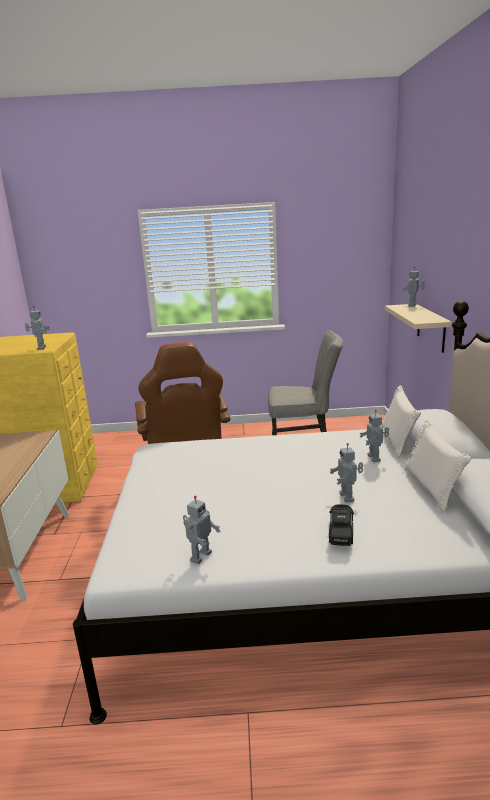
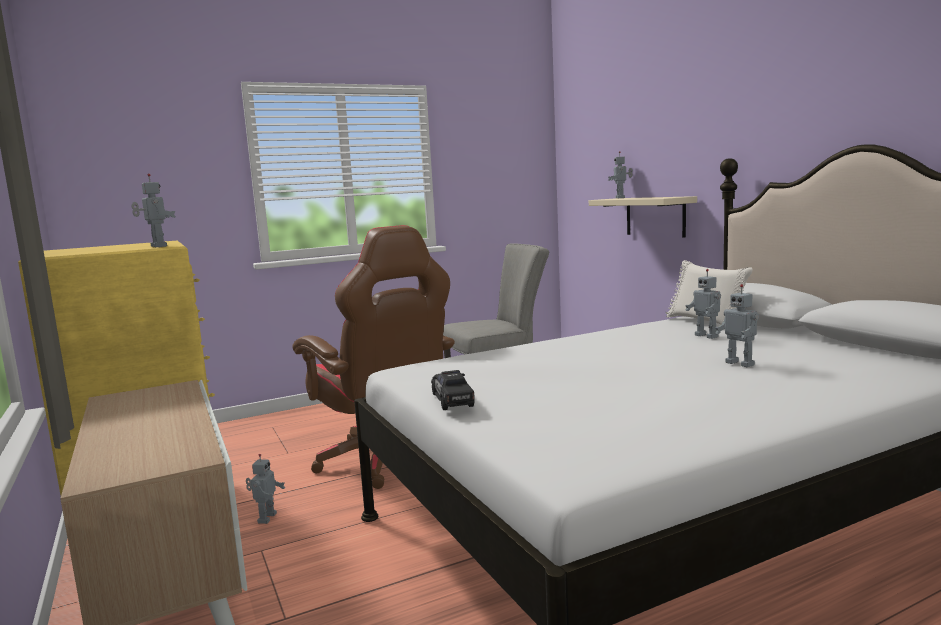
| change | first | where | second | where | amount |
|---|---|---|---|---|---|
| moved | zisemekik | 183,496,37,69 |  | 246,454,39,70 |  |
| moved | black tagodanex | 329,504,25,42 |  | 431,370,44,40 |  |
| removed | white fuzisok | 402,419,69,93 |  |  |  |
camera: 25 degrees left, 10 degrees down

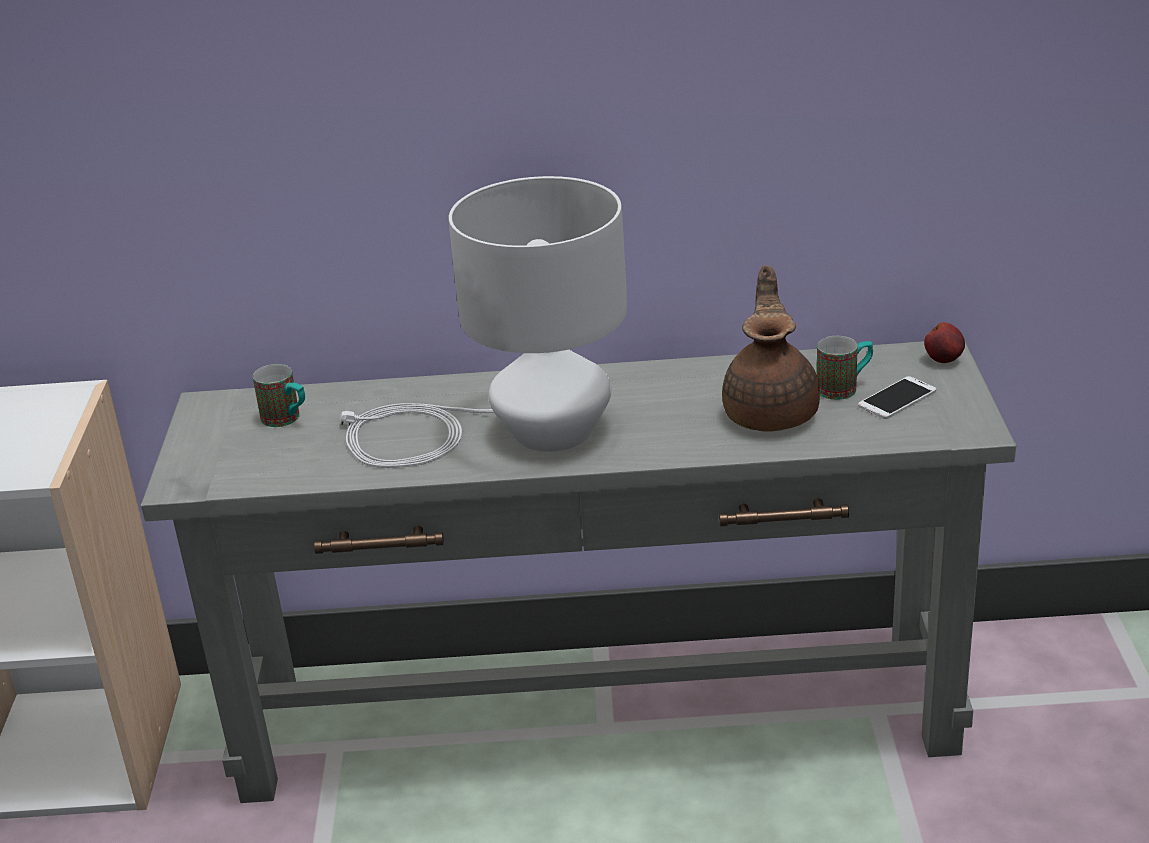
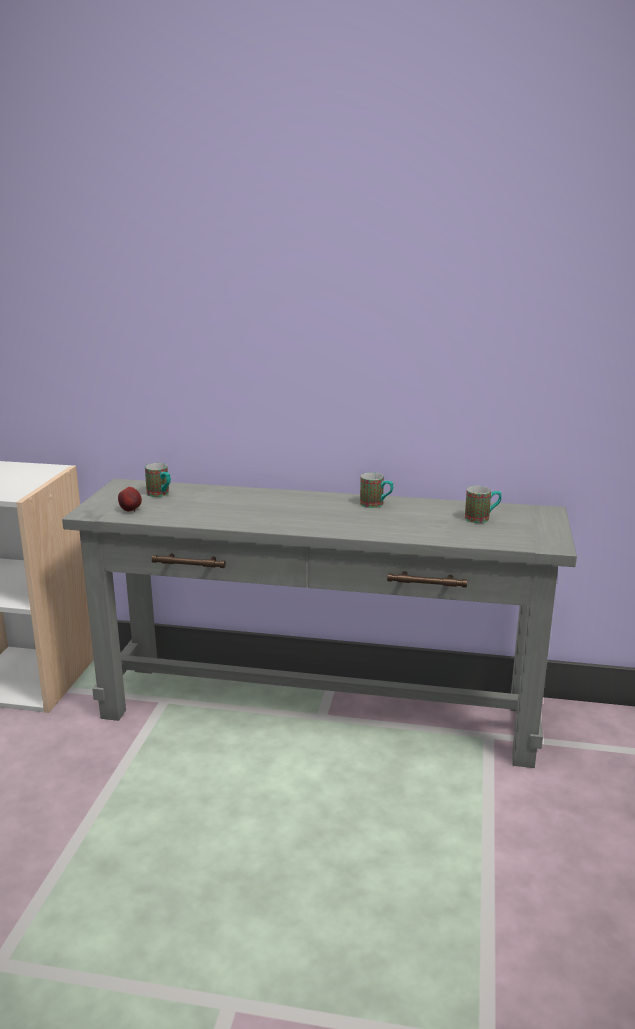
| change | first | where | second | where | amount |
|---|---|---|---|---|---|
| removed | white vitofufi | 340,176,287,292 |  |  |  |
| removed | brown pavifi | 722,265,98,167 |  |  |  |
| removed | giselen | 858,376,78,43 |  |  |  |
| moved | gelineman | 924,322,41,41 |  | 118,487,24,24 |  |
| added |  |  | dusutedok | 360,472,33,36 |  |
camera: 10 degrees right, 10 degrees down

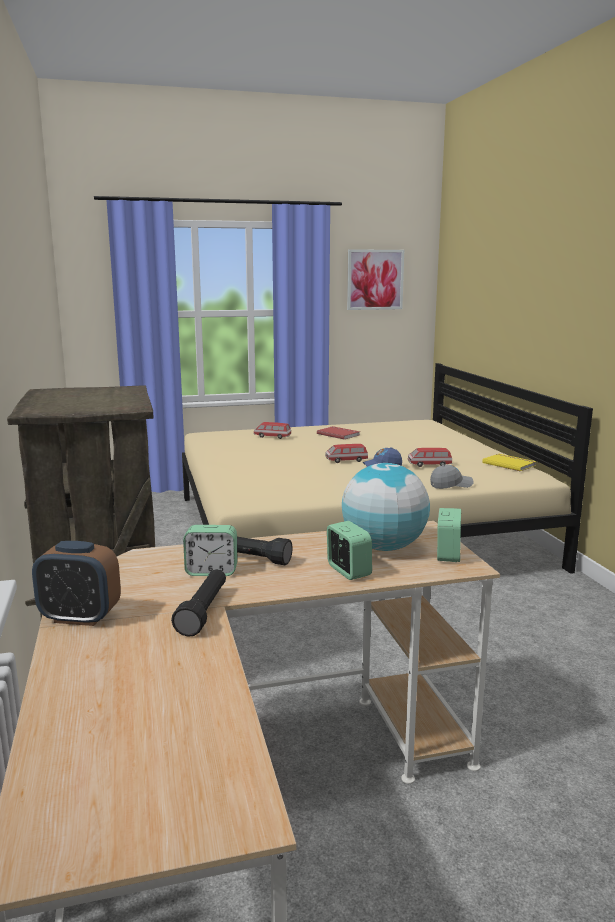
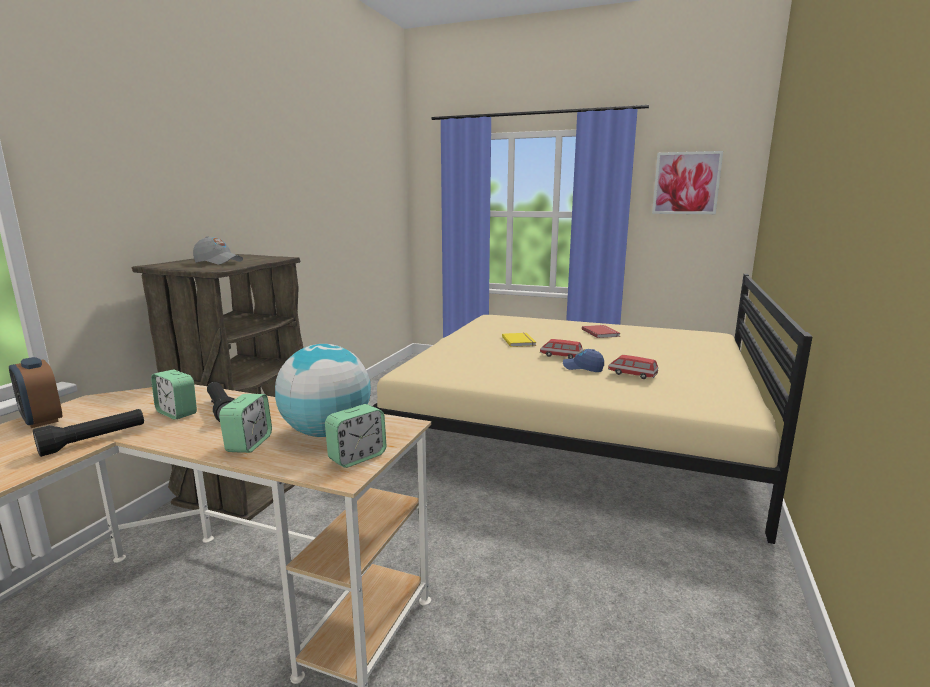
| change | first | where | second | where | amount |
|---|---|---|---|---|---|
| removed | tagodanex | 253,422,38,17 |  |  |  |
| moved | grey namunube | 430,465,44,24 |  | 193,236,50,29 |  |
| moved | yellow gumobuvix | 482,454,54,18 |  | 502,333,34,14 |  |
camera: 35 degrees right, 0 degrees up

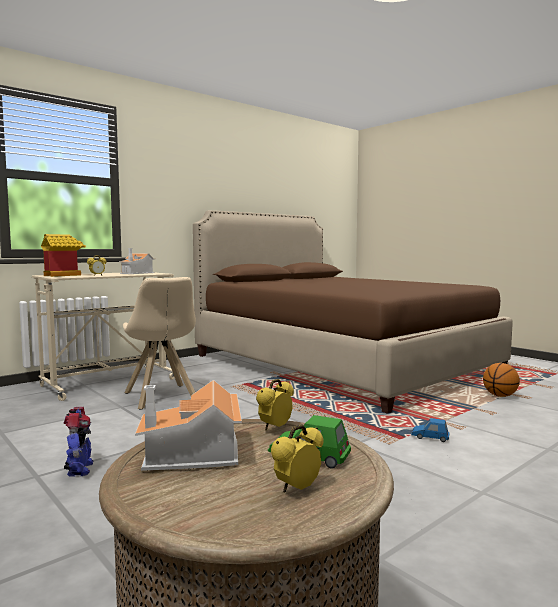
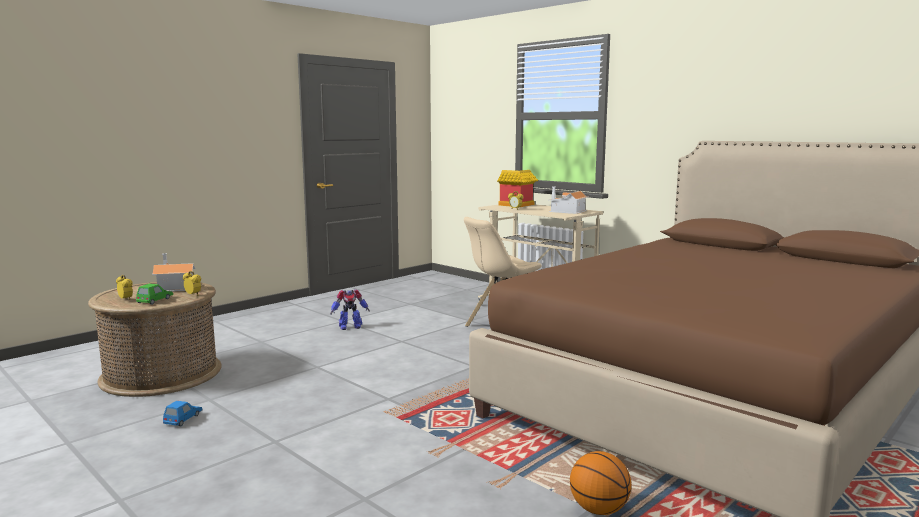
| change | first | where | second | where | amount |
|---|---|---|---|---|---|
| moved | blue tagodanex | 411,418,38,24 |  | 163,401,40,25 |  |
camera: 85 degrees right, 5 degrees up

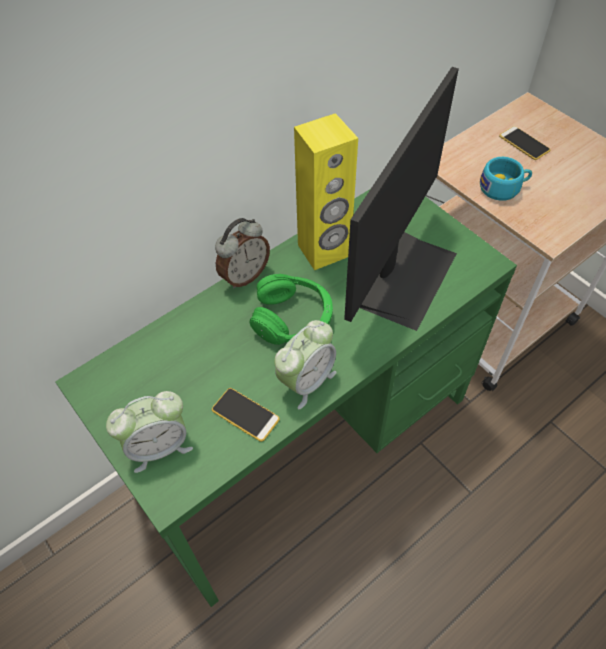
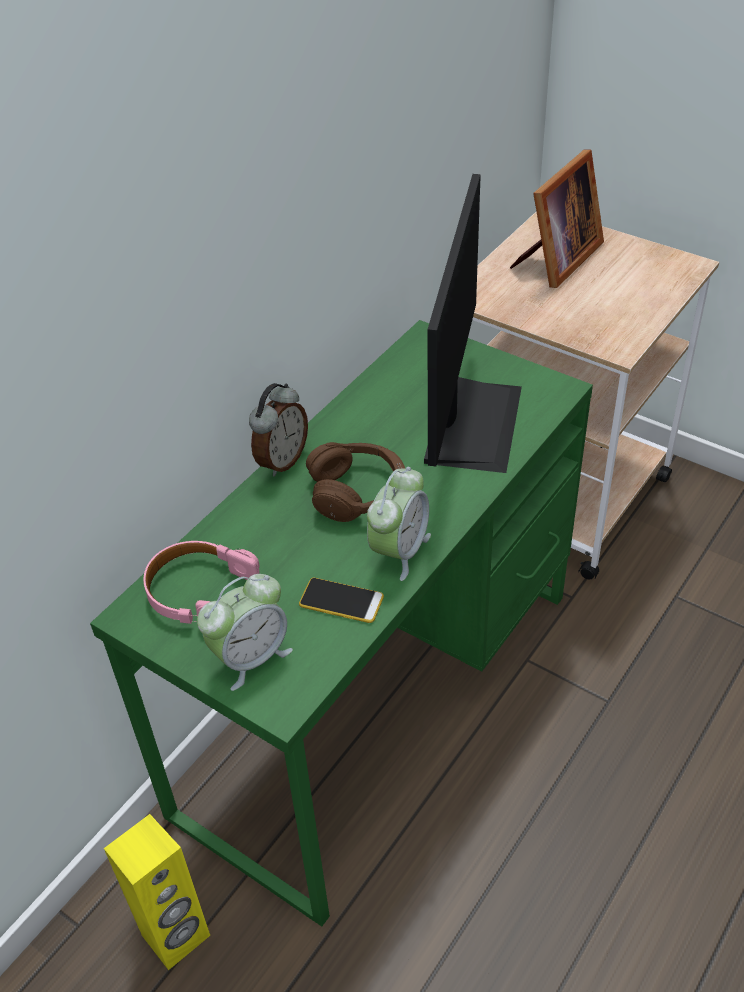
| change | first | where | second | where | amount |
|---|---|---|---|---|---|
| recoloured | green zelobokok | 249,274,84,71 | brown zelobokok | 306,442,99,80 |  |
| moved | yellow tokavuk | 294,113,64,157 |  | 104,814,106,156 |  |
| removed | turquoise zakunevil | 480,157,52,44 |  |  |  |
| replaced | giselen | 499,126,51,34 | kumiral | 510,150,94,138 |  |
| added |  |  | pink zelobokok | 143,541,117,83 |  |
camera: 15 degrees left, 10 degrees down

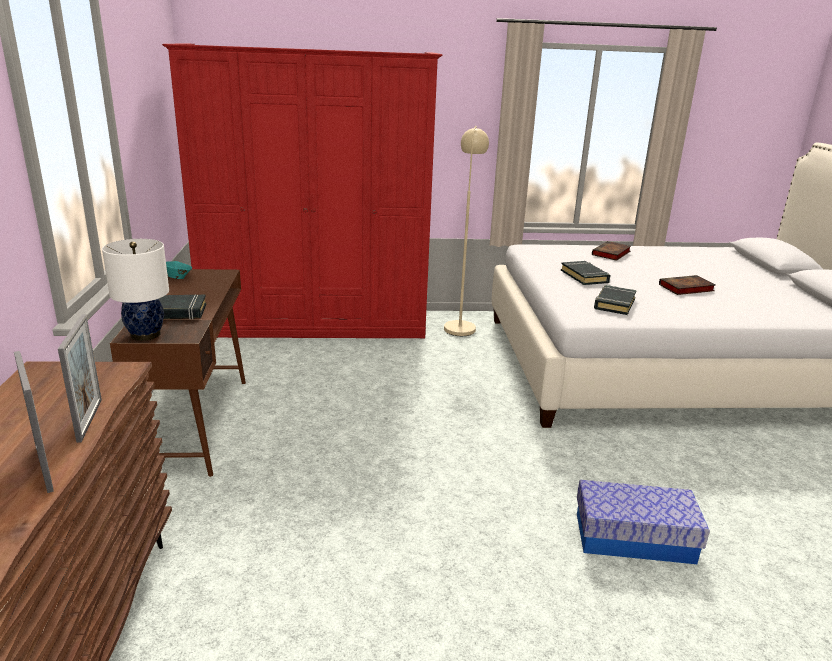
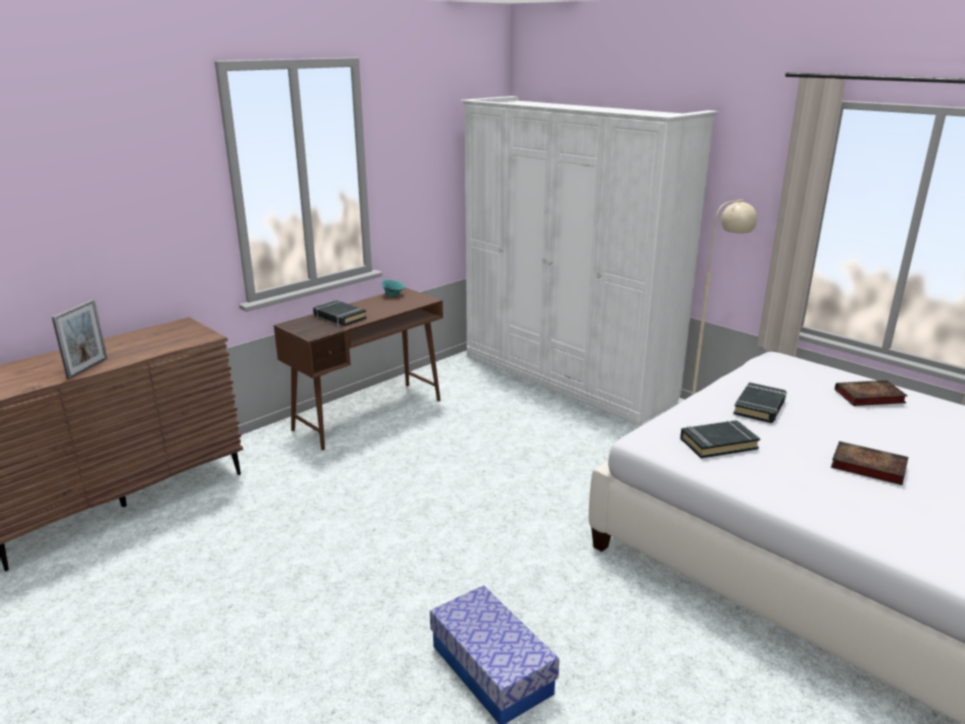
| change | first | where | second | where | amount |
|---|---|---|---|---|---|
| removed | kumiral | 58,314,44,129 |  |  |  |
| removed | white vitofufi | 102,239,67,102 |  |  |  |
| recoloured | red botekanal | 162,43,281,295 | white botekanal | 460,96,259,329 |  |
camera: 50 degrees right, 0 degrees up

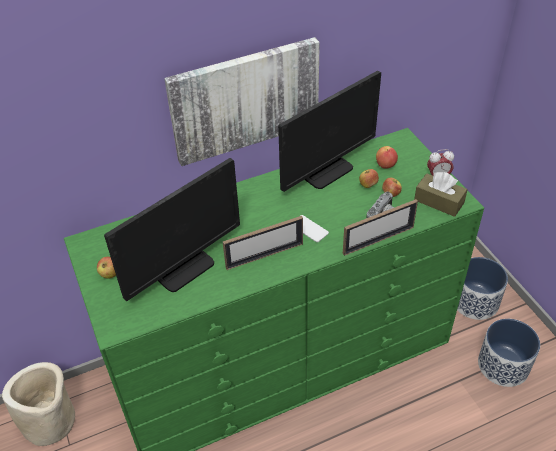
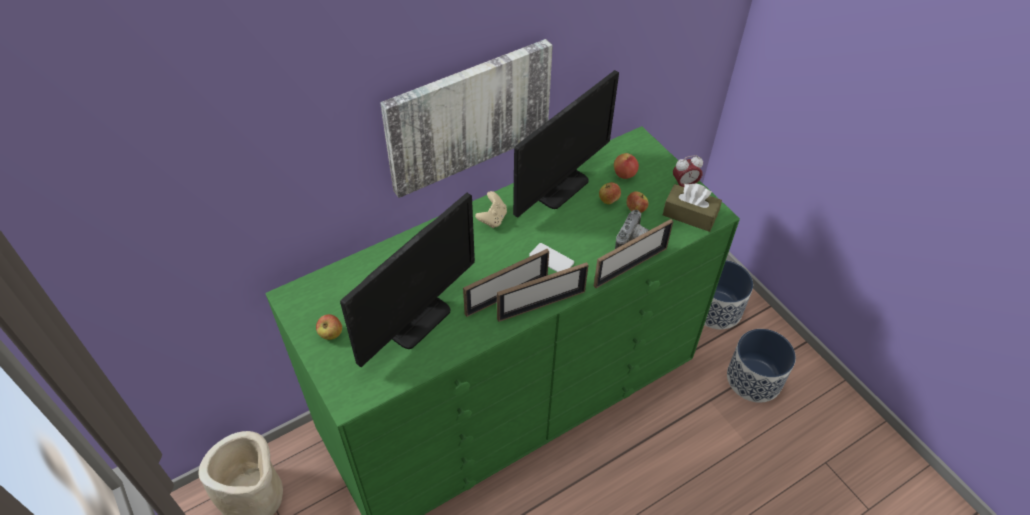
| change | first | where | second | where | amount |
|---|---|---|---|---|---|
| added |  |  | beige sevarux | 475,191,32,37 |  |
| added |  |  | kumiral | 497,262,92,60 |  |
camera: 10 degrees left, 5 degrees up

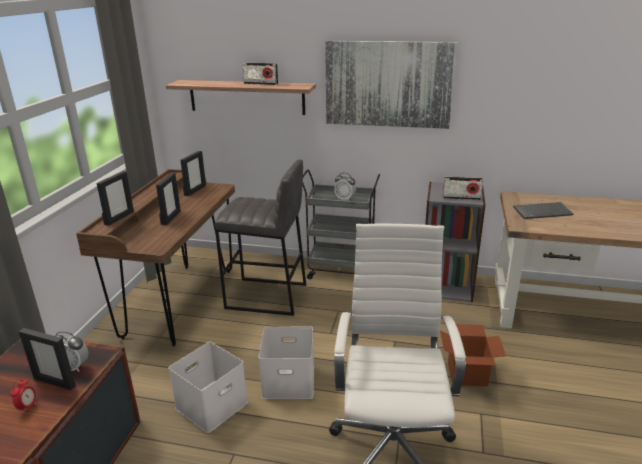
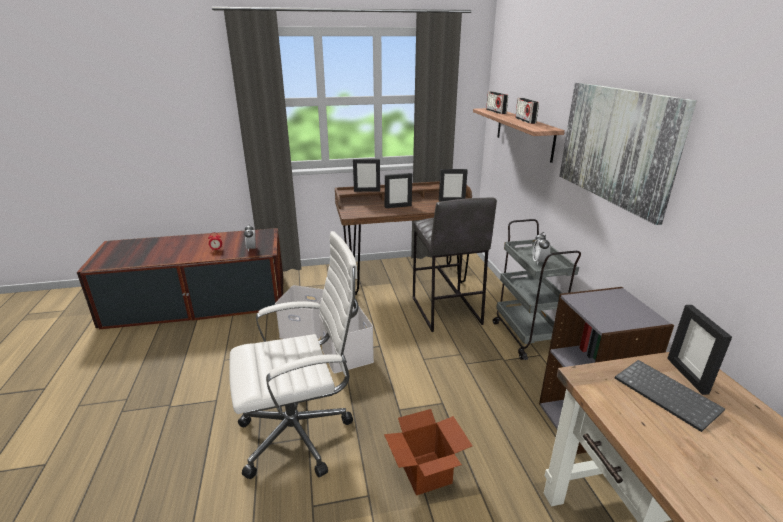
| change | first | where | second | where | amount |
|---|---|---|---|---|---|
| moved | kumiral | 18,328,58,62 |  | 667,305,65,90 |  |
| moved | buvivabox | 443,177,40,23 |  | 486,91,22,23 |  |
camera: 65 degrees right, 0 degrees up

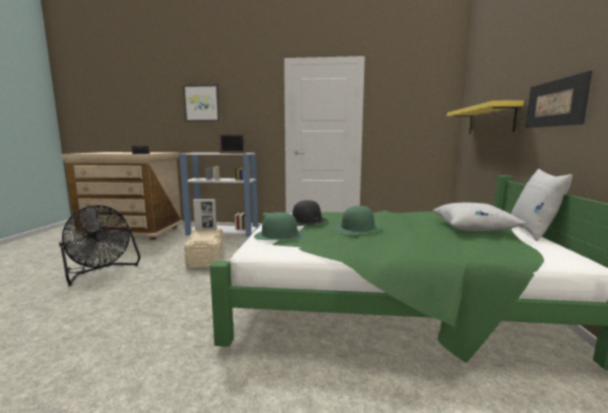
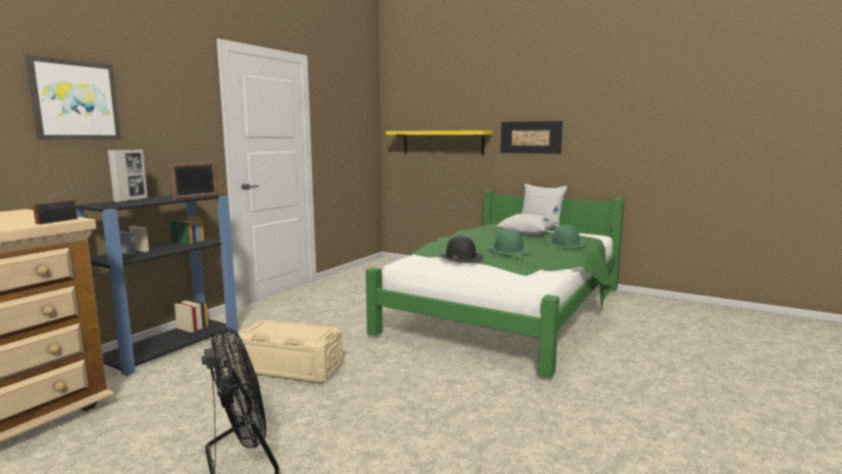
| change | first | where | second | where | amount |
|---|---|---|---|---|---|
| recoloured | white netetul | 180,153,78,84 | black netetul | 76,195,162,181 |  |
| moved | kumiral | 193,199,24,31 |  | 108,150,40,52 |  |
| moved | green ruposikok | 254,212,51,29 |  | 546,225,40,24 |  |
camera: 65 degrees left, 0 degrees up

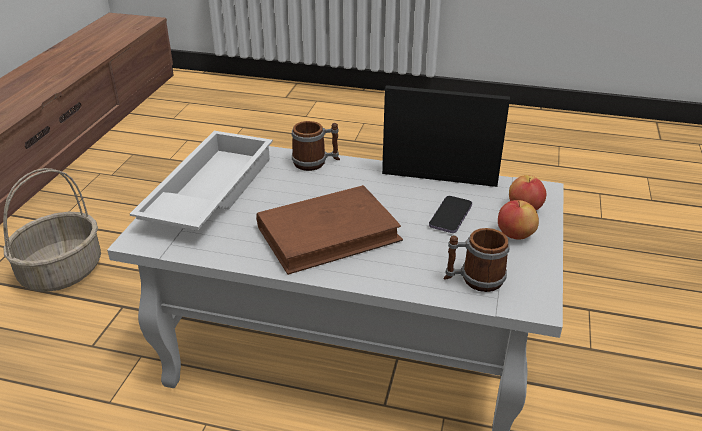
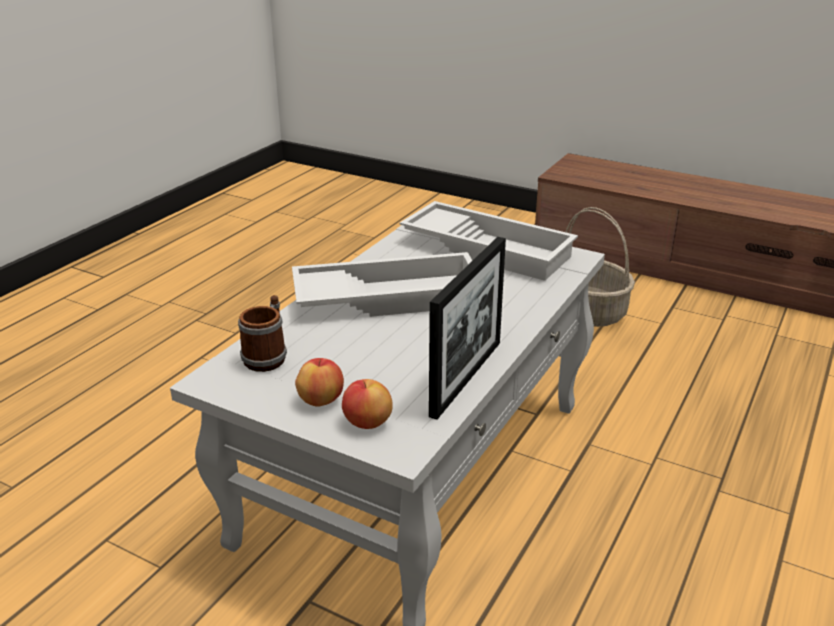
| change | first | where | second | where | amount |
|---|---|---|---|---|---|
| replaced | brown gumobuvix | 256,185,147,90 | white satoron | 292,252,180,65 |  |
| removed | dusutedok | 292,121,48,50 |  |  |  |
| removed | giselen | 429,196,43,37 |  |  |  |
camera: 105 degrees right, 5 degrees down

